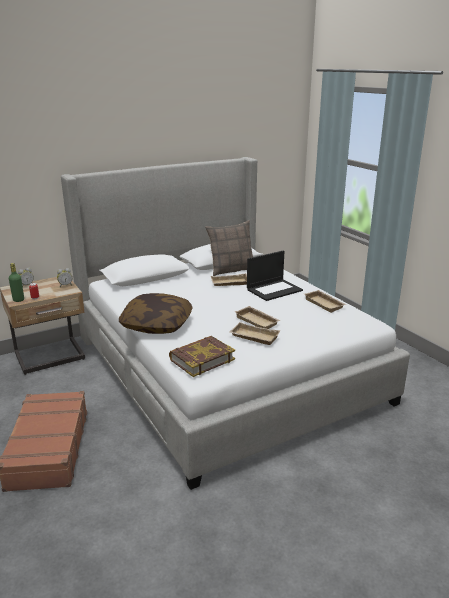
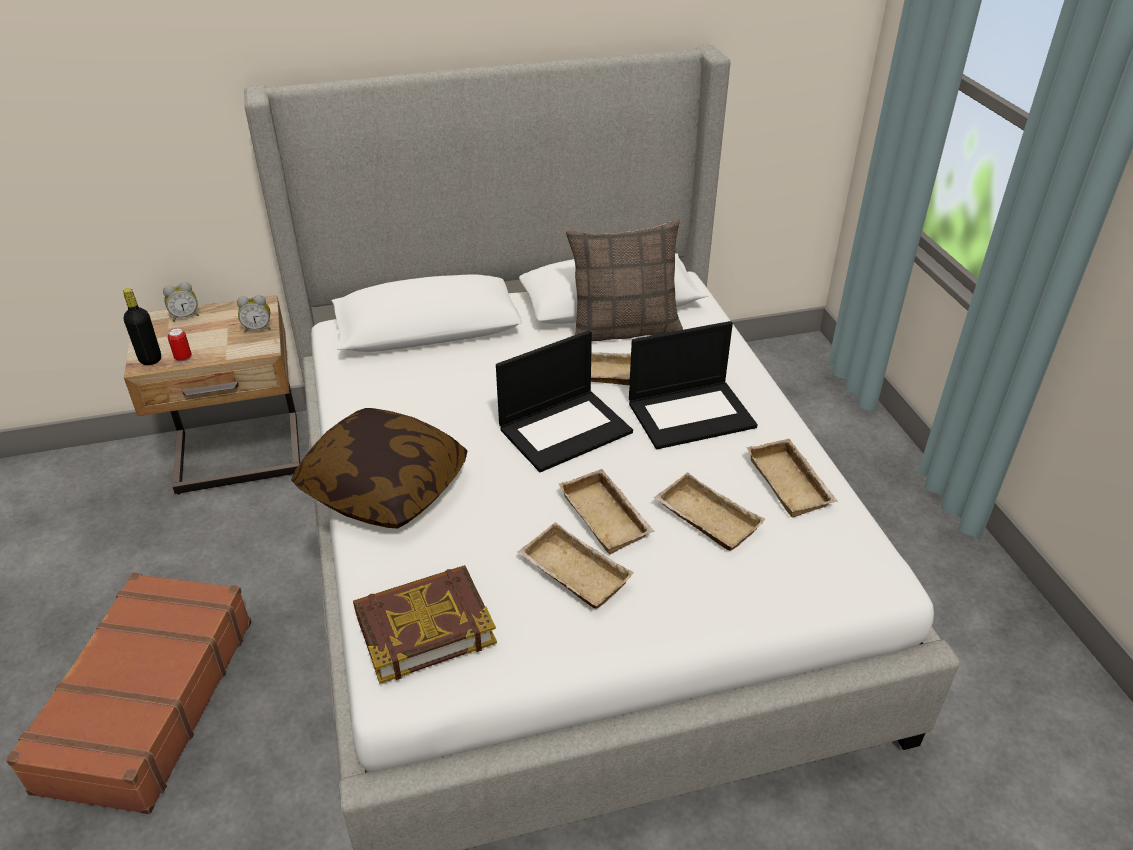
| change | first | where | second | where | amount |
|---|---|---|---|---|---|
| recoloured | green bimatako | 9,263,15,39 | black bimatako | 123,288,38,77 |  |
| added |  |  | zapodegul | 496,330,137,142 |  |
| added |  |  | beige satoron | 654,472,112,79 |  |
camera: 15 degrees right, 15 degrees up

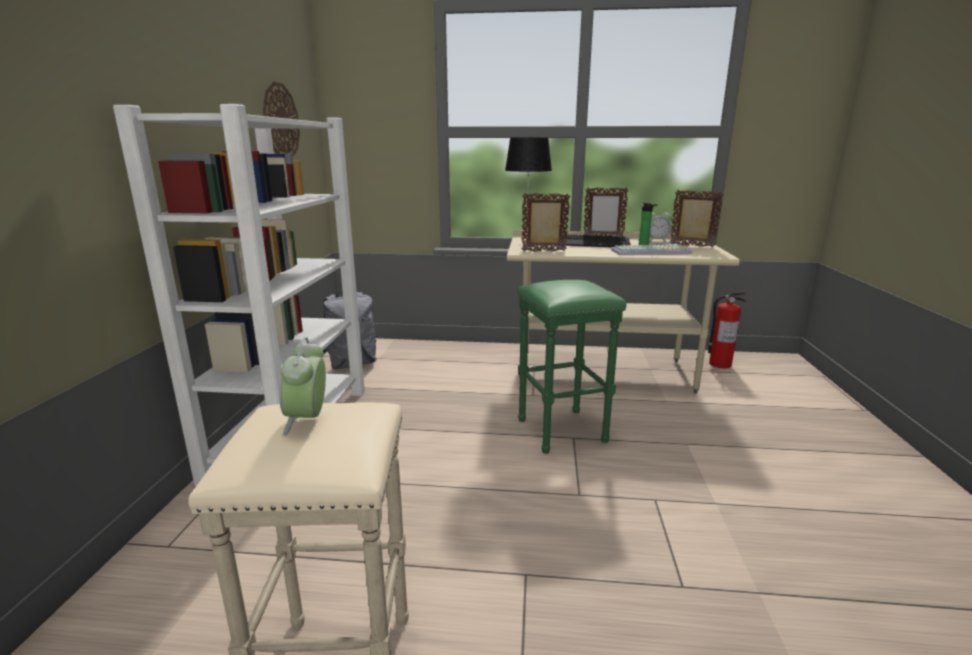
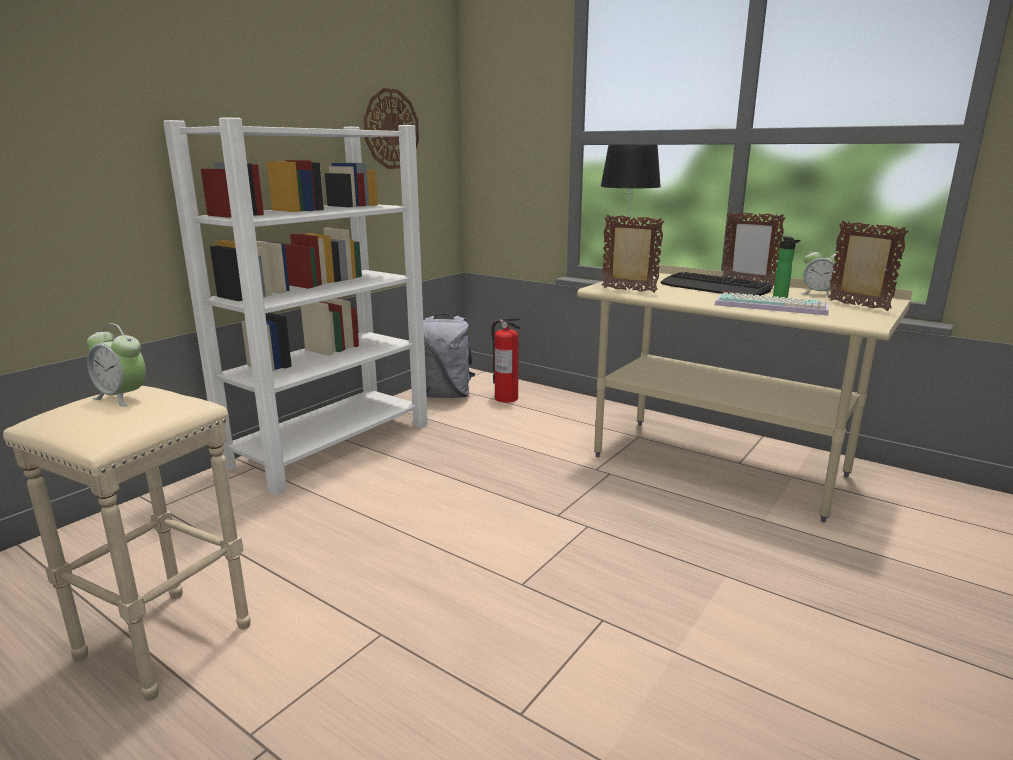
| change | first | where | second | where | amount |
|---|---|---|---|---|---|
| turned | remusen | 279,337,47,99 |  | 87,323,59,84 | 90 degrees counterclockwise |
| removed | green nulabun | 517,280,109,174 |  |  |  |
| moved | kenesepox | 708,292,38,77 |  | 491,318,30,85 |  |
camera: 30 degrees right, 0 degrees up

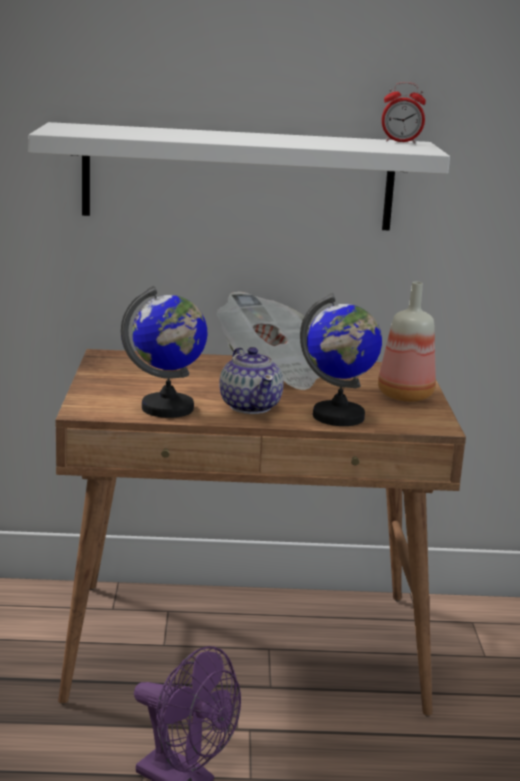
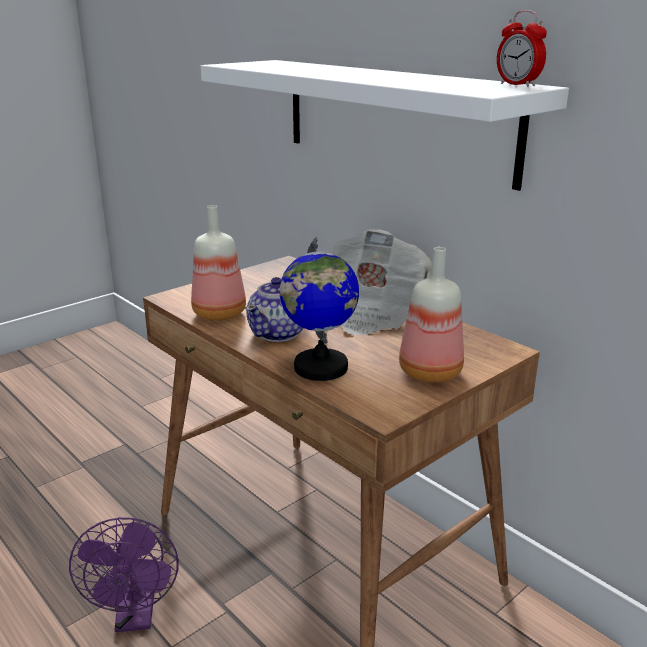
| change | first | where | second | where | amount |
|---|---|---|---|---|---|
| replaced | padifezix | 121,285,86,133 | bimatako | 191,205,55,116 |  |
camera: 50 degrees right, 5 degrees up

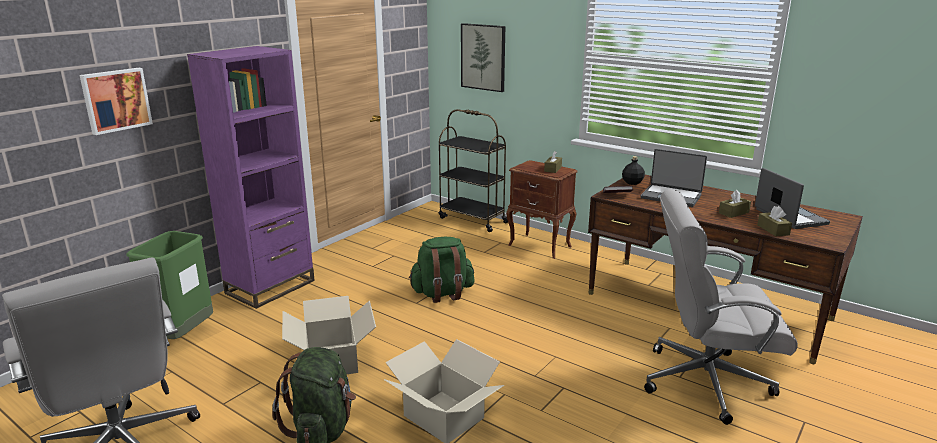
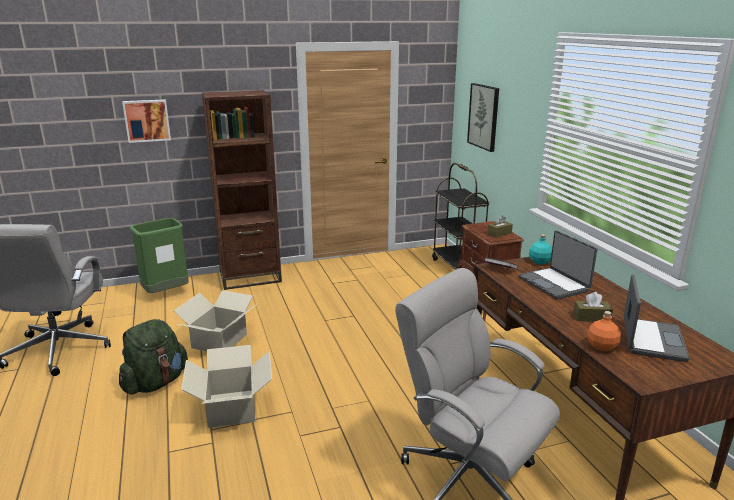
| change | first | where | second | where | amount |
|---|---|---|---|---|---|
| recoloured | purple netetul | 187,46,128,263 | brown netetul | 202,90,80,200 |  |
| removed | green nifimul | 409,237,66,66 |  |  |  |
| recoloured | black bimatako | 622,156,23,29 | turquoise bimatako | 529,234,23,31 |  |
| replaced | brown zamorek | 757,206,35,30 | orange bimatako | 588,311,33,40 |  |
camera: 35 degrees right, 0 degrees up

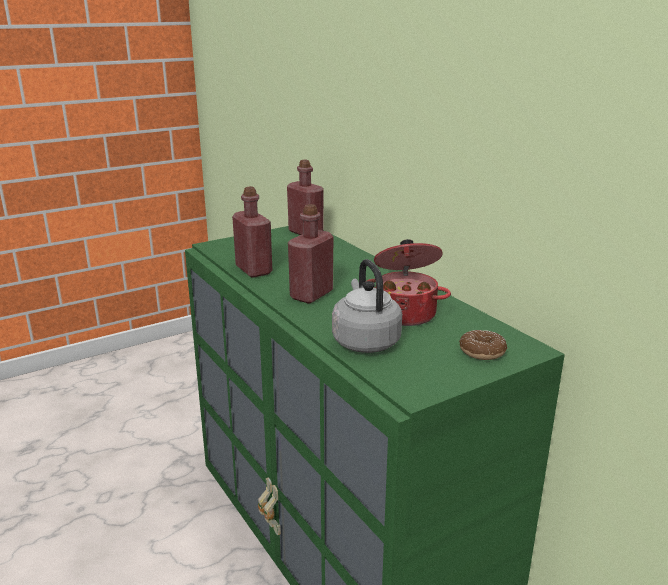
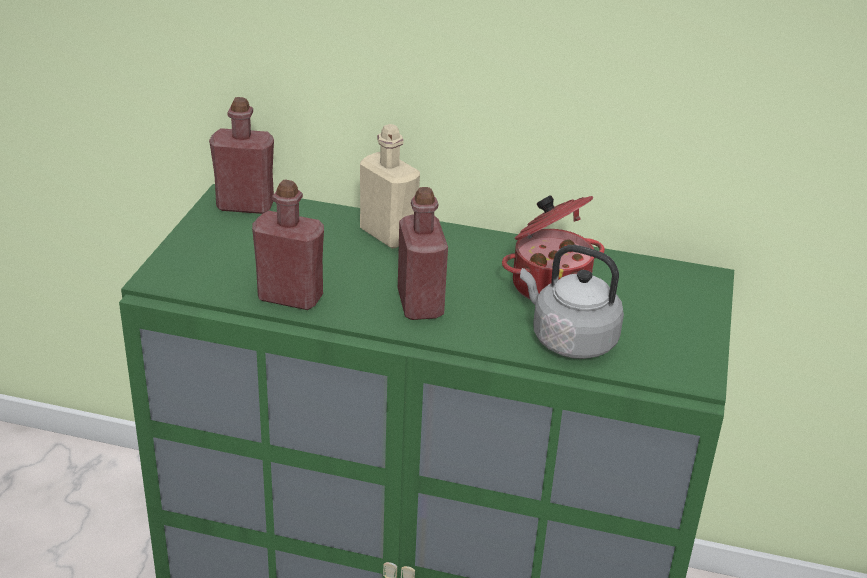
| change | first | where | second | where | amount |
|---|---|---|---|---|---|
| removed | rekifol | 459,330,48,30 |  |  |  |
| added |  |  | beige bimatako | 360,124,60,125 |  |
camera: 45 degrees left, 10 degrees up

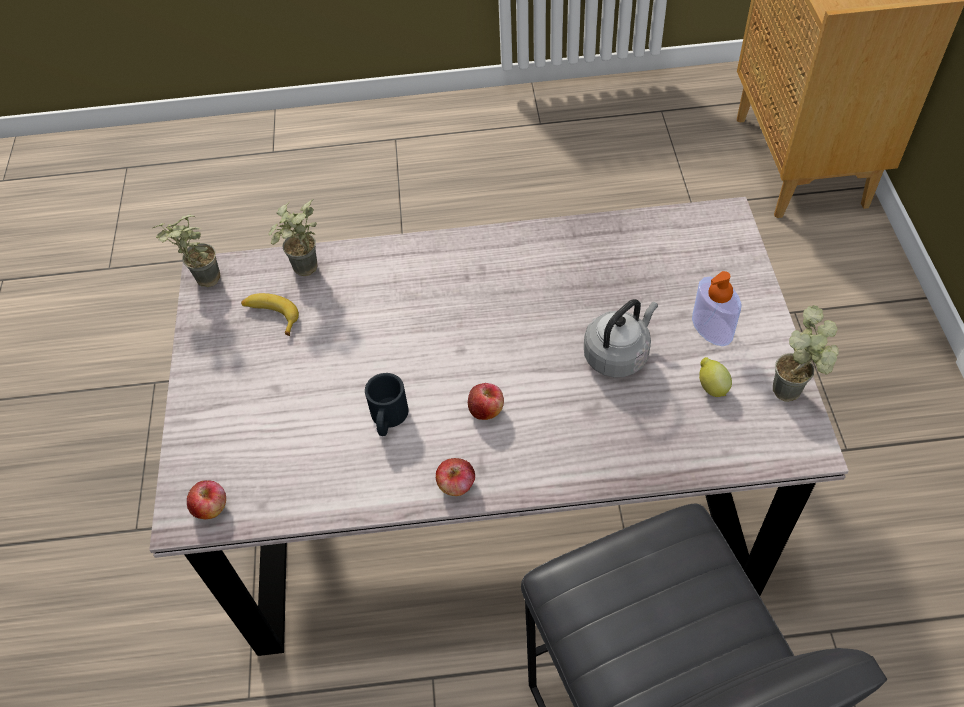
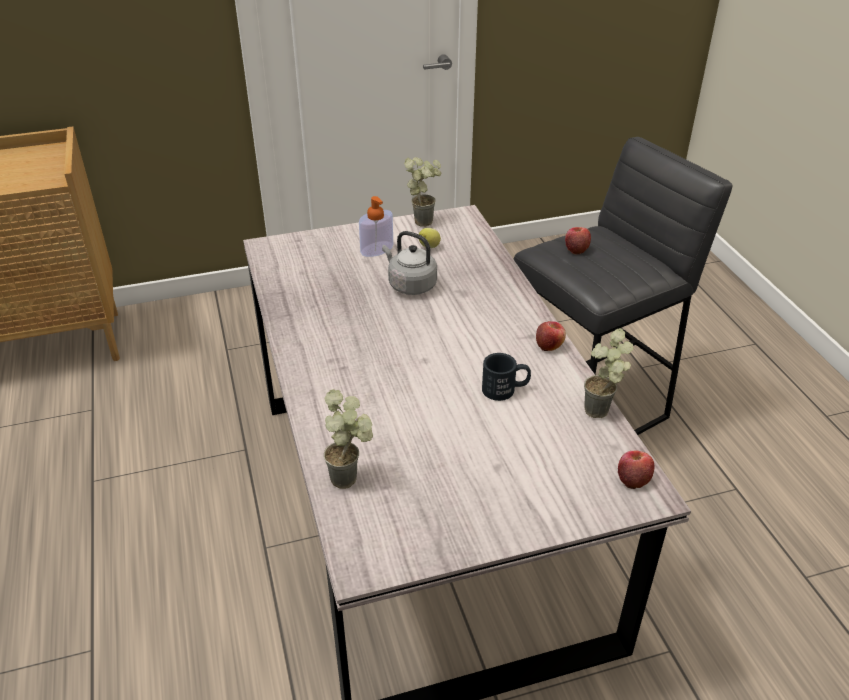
| change | first | where | second | where | amount |
|---|---|---|---|---|---|
| moved | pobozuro | 153,214,67,73 |  | 584,328,49,90 |  |
| removed | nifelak | 241,293,58,43 |  |  |  |
| moved | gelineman | 468,383,36,37 |  | 565,227,26,27 |  |
camera: 105 degrees left, 15 degrees down

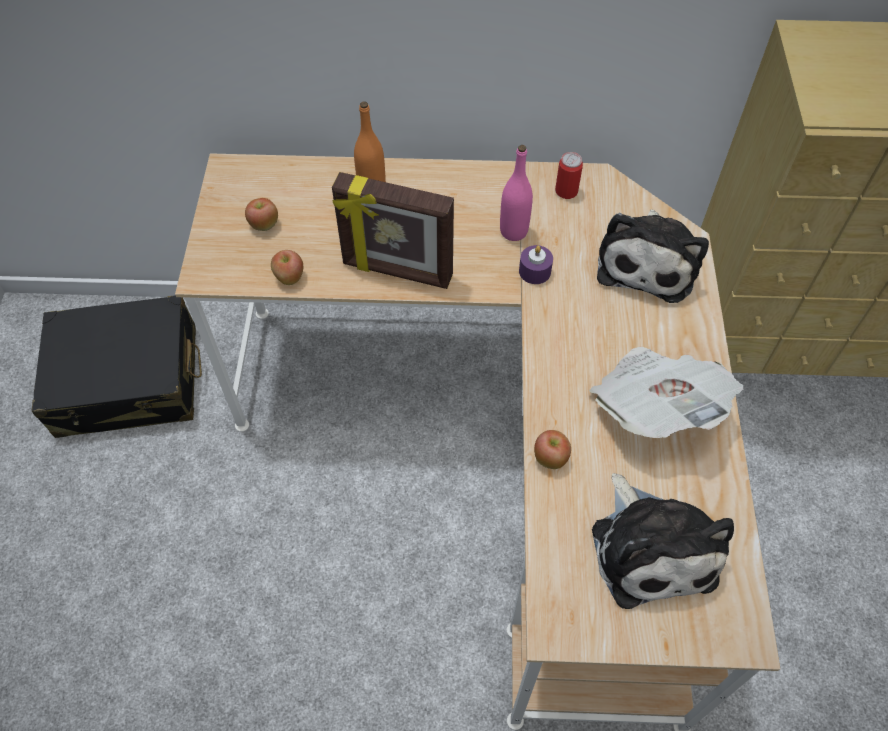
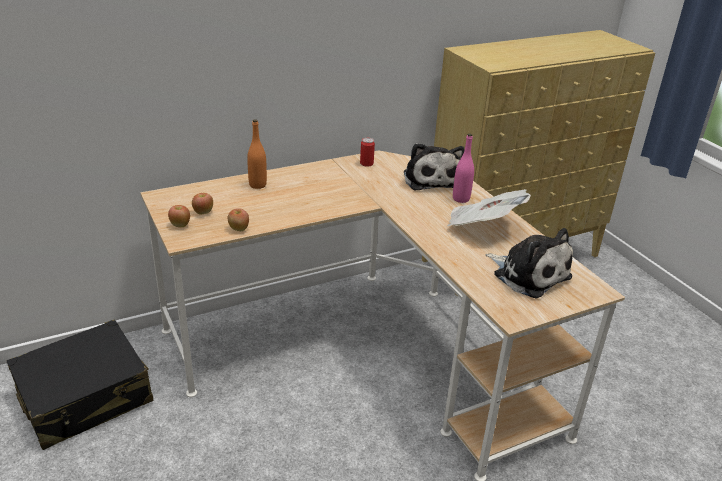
| change | first | where | second | where | amount |
|---|---|---|---|---|---|
| removed | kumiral | 332,172,122,117 |  |  |  |
| moved | pink bimatako | 500,145,33,96 |  | 453,133,21,70 |  |
| removed | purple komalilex | 519,245,34,39 |  |  |  |
| moved | gelineman | 534,430,37,39 |  | 168,205,22,22 |  |
camera: 30 degrees left, 25 degrees down

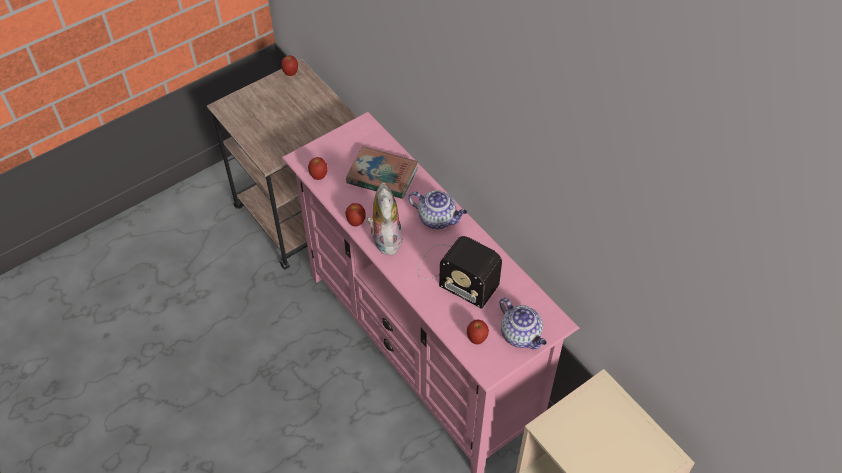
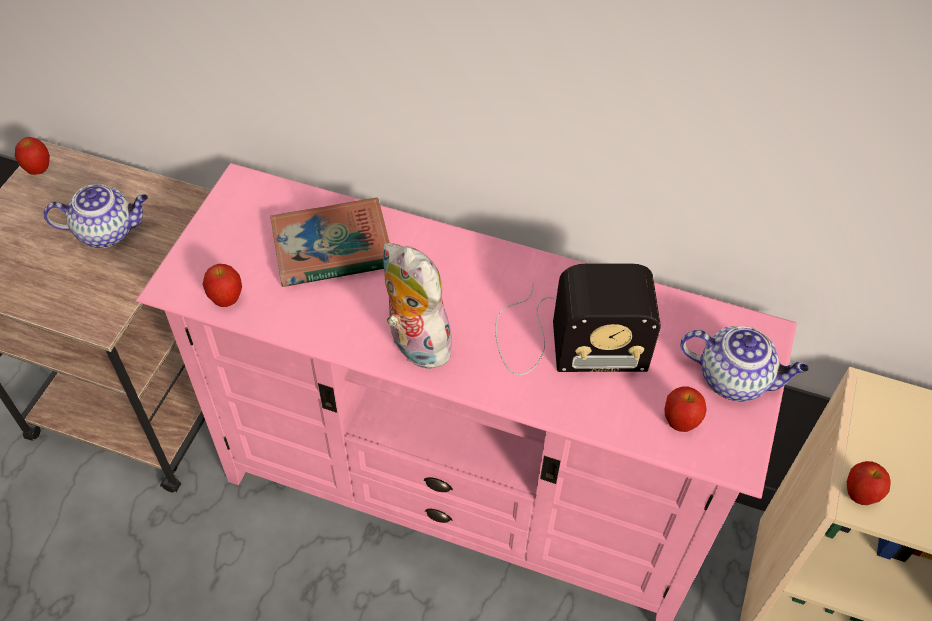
| change | first | where | second | where | amount |
|---|---|---|---|---|---|
| moved | gelineman | 345,203,21,24 |  | 847,461,43,44 |  |
| moved | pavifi | 408,190,59,39 |  | 43,184,105,64 |  |
camera: 35 degrees left, 0 degrees up

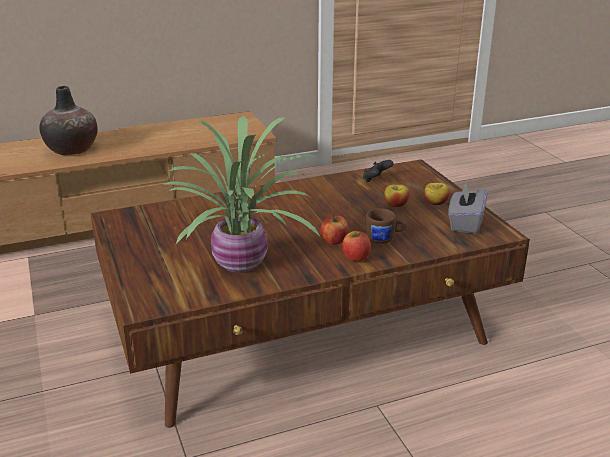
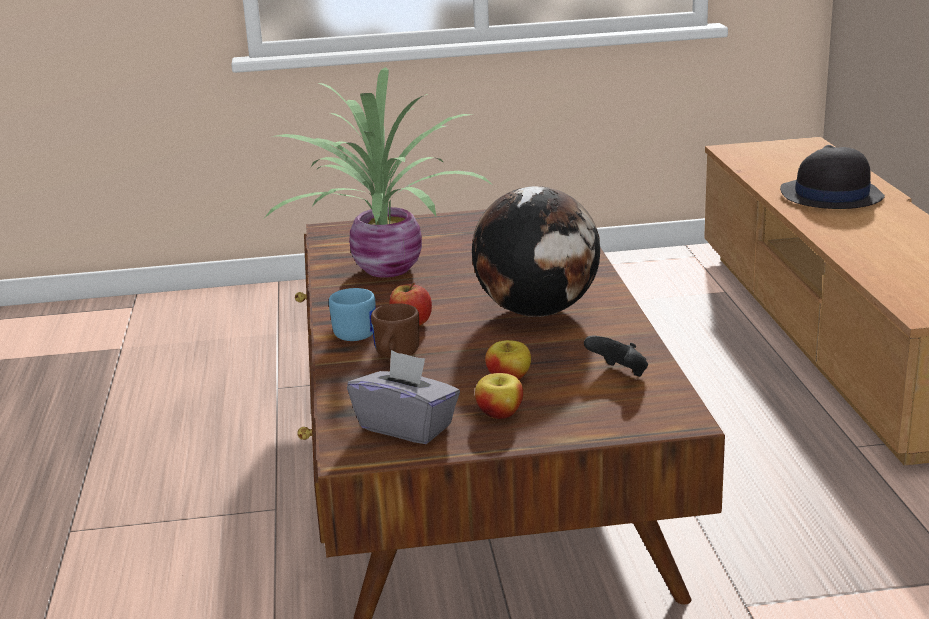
| change | first | where | second | where | amount |
|---|---|---|---|---|---|
| replaced | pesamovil | 39,86,59,69 | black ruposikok | 780,145,105,64 |  |
| replaced | gelineman | 342,231,29,31 | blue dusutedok | 329,288,47,53 |  |
| added |  |  | padifezix | 472,186,128,131 |  |
camera: 105 degrees right, 5 degrees down

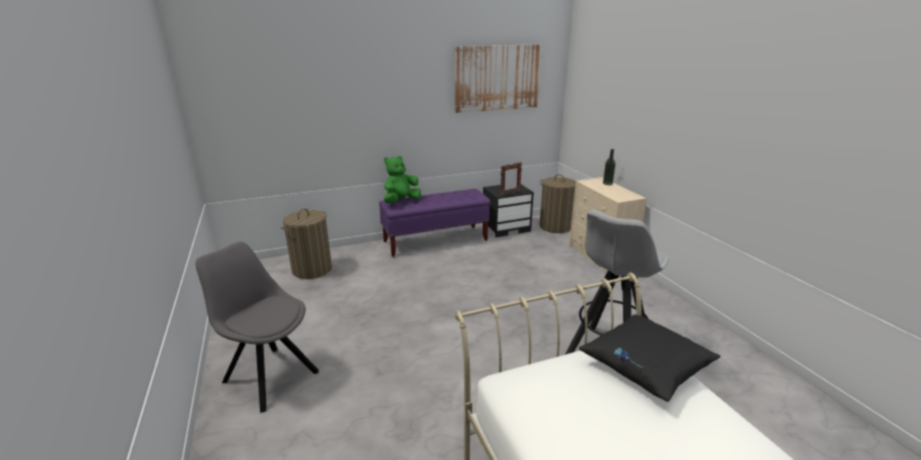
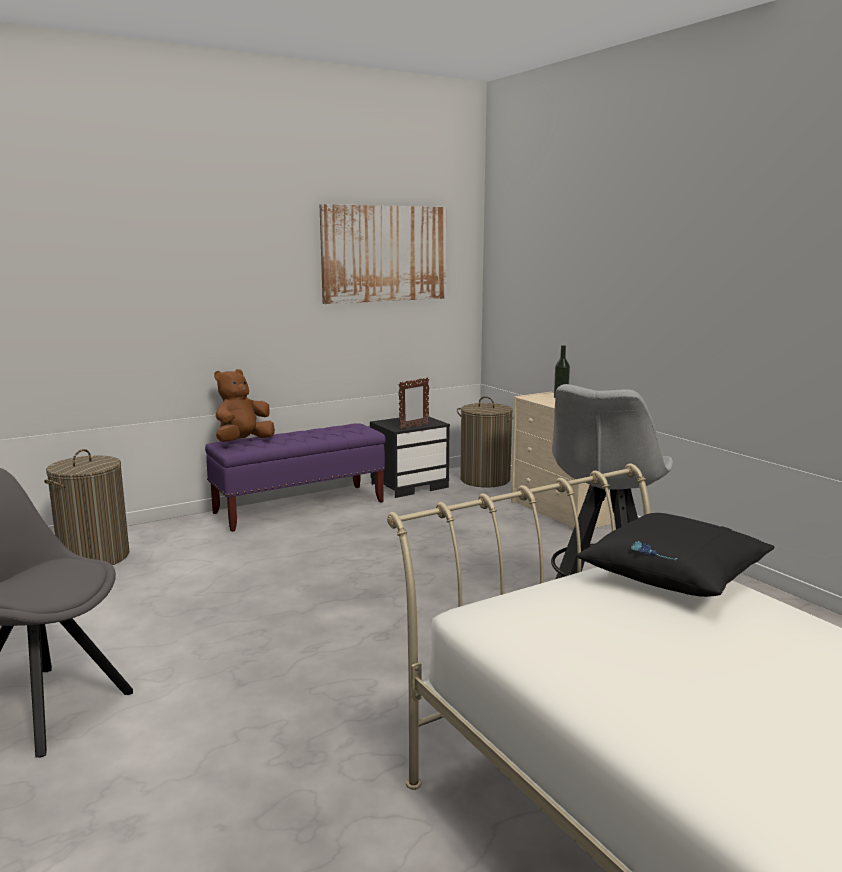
| change | first | where | second | where | amount |
|---|---|---|---|---|---|
| recoloured | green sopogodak | 384,156,37,47 | brown sopogodak | 214,369,61,73 |  |
camera: 10 degrees left, 10 degrees down

